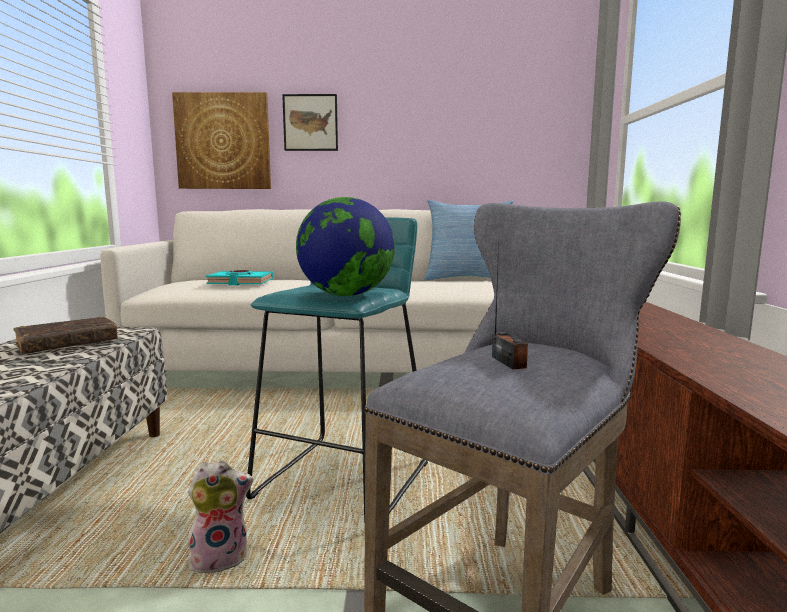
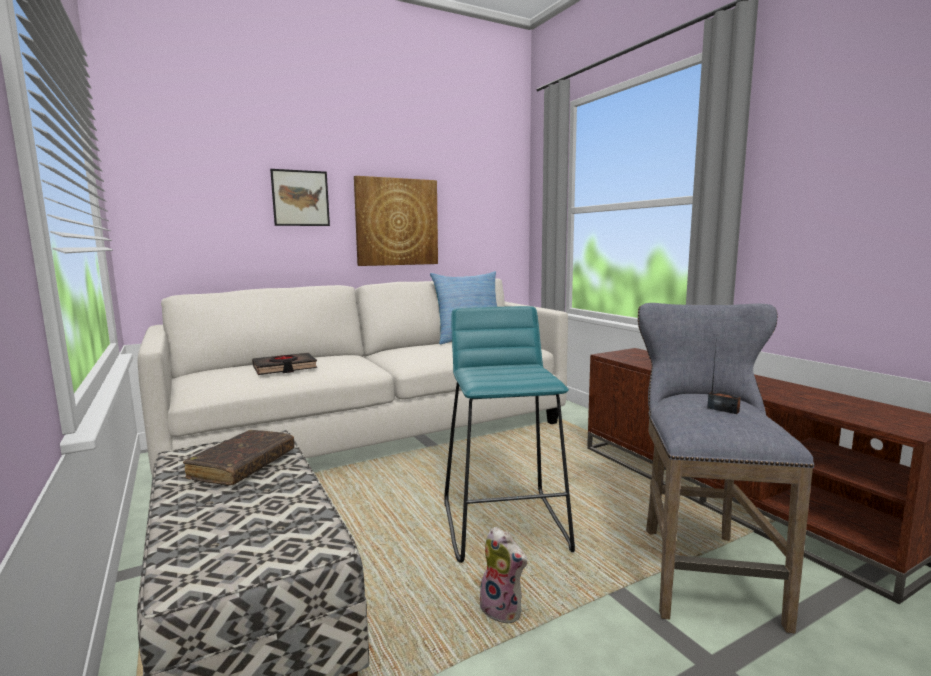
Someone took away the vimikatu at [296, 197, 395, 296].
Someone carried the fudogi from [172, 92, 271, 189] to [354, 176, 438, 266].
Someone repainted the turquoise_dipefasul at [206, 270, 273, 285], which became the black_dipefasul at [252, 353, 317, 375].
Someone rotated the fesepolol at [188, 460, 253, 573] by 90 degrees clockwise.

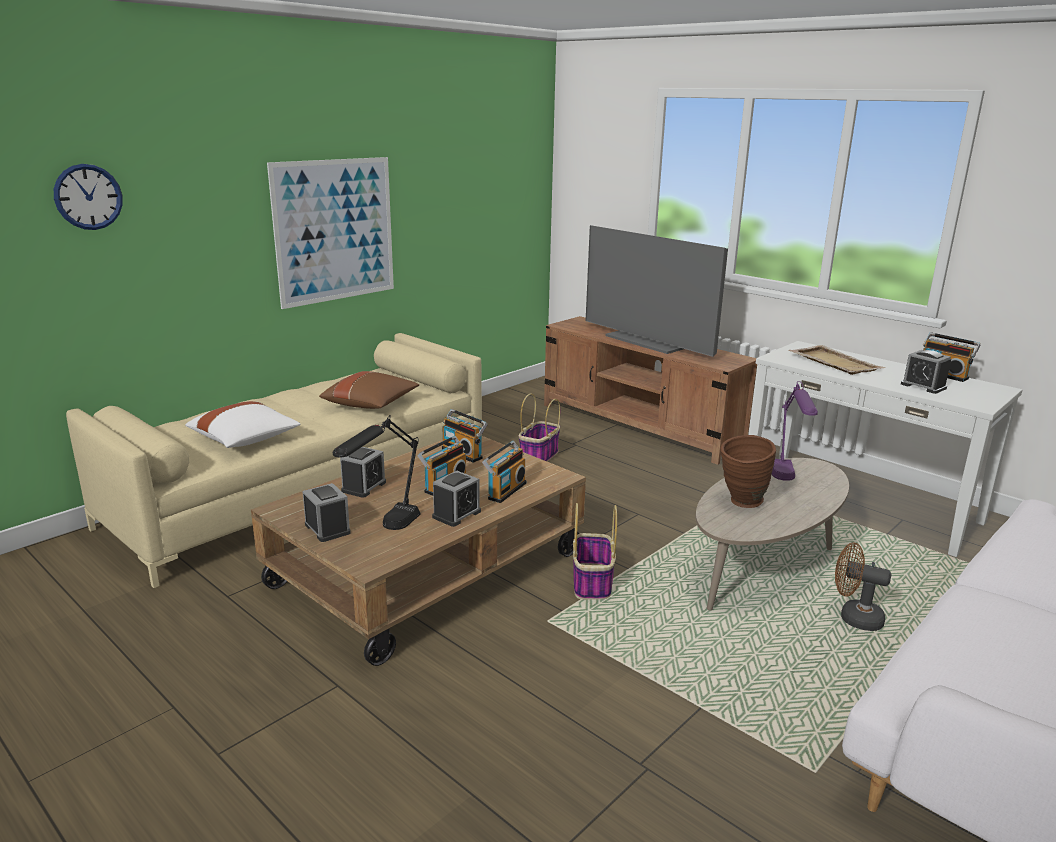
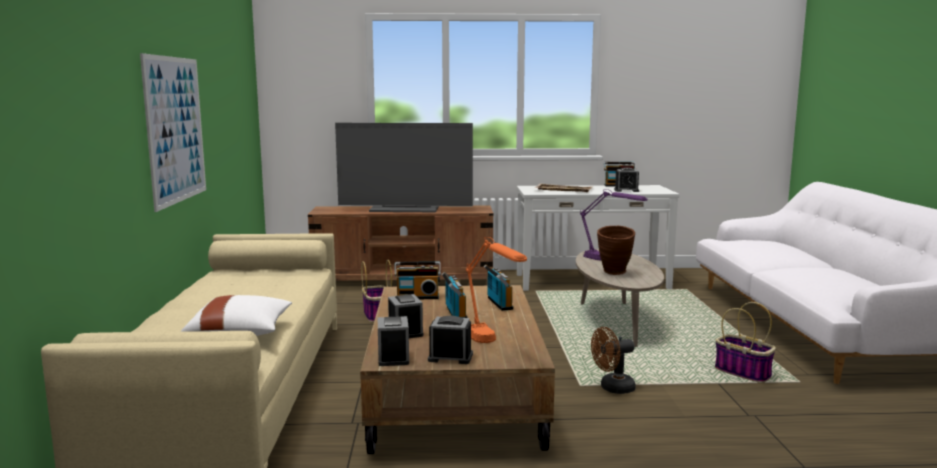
Someone took away the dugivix at [54, 164, 122, 230].
Someone took away the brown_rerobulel at [319, 371, 419, 409].
Someone carried the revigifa from [432, 471, 481, 527] to [378, 316, 409, 366].
Someone carried the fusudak from [573, 503, 617, 600] to [715, 302, 776, 383].
Someone carried the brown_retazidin from [835, 542, 891, 631] to [591, 327, 636, 394].
Someone repainted the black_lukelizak at [333, 415, 421, 530], which became the orange_lukelizak at [465, 237, 527, 343].

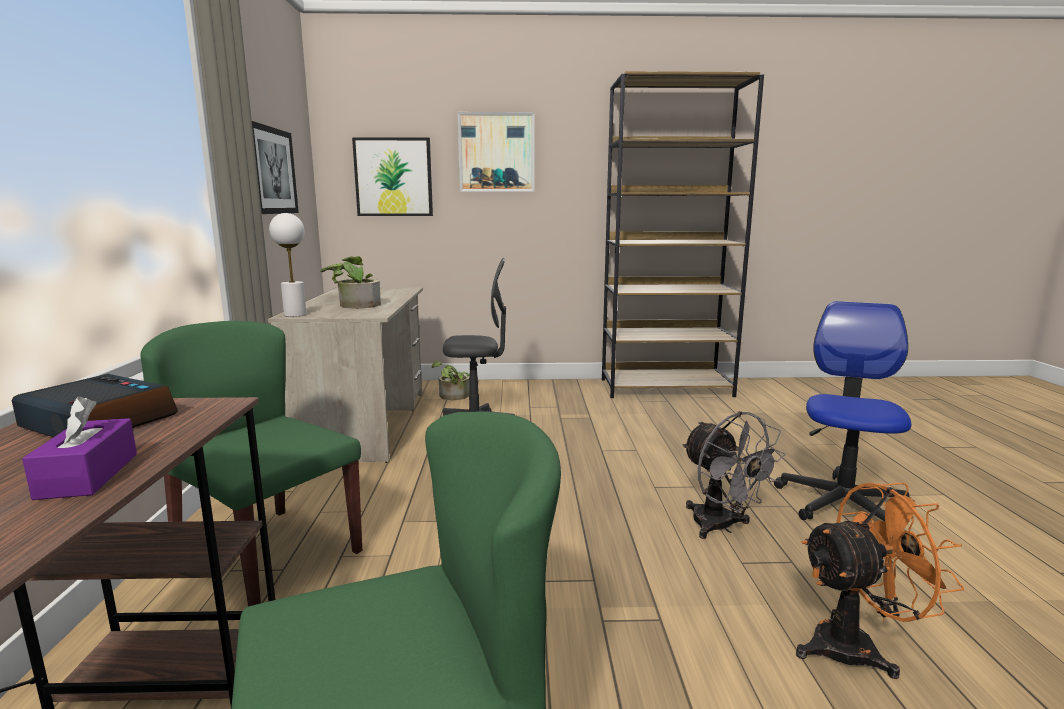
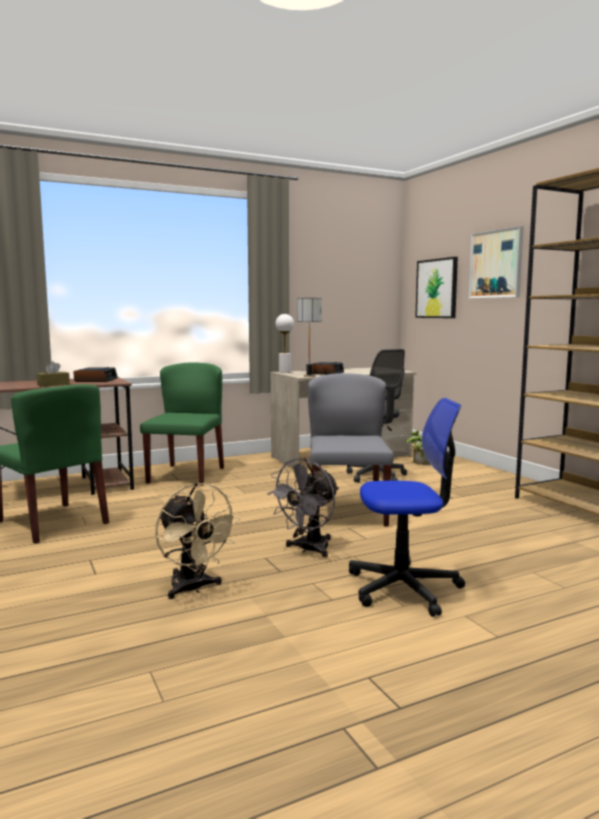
Someone took away the fudogi at [252, 121, 299, 214].
Someone put down the lukelizak at [297, 298, 322, 377].
Someone put down the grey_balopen at [308, 373, 394, 527].
Someone swapped the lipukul at [320, 256, 381, 309] for the revigifa at [312, 362, 344, 375].
Someone repainted the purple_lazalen at [22, 396, 137, 500], which became the brown_lazalen at [37, 361, 70, 387].
Someone repainted the orange_retazidin at [796, 483, 964, 679], which became the beige_retazidin at [155, 482, 241, 599].

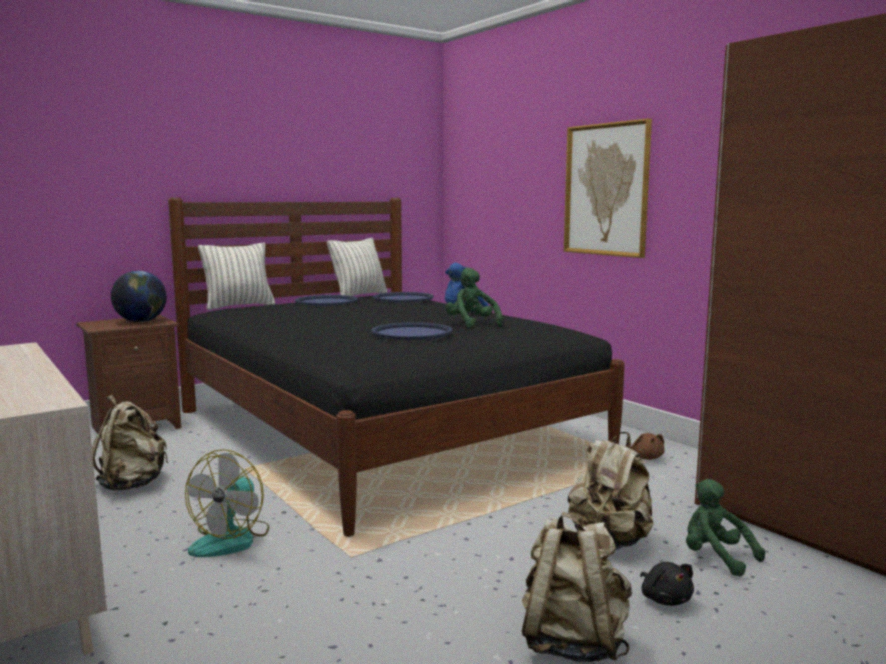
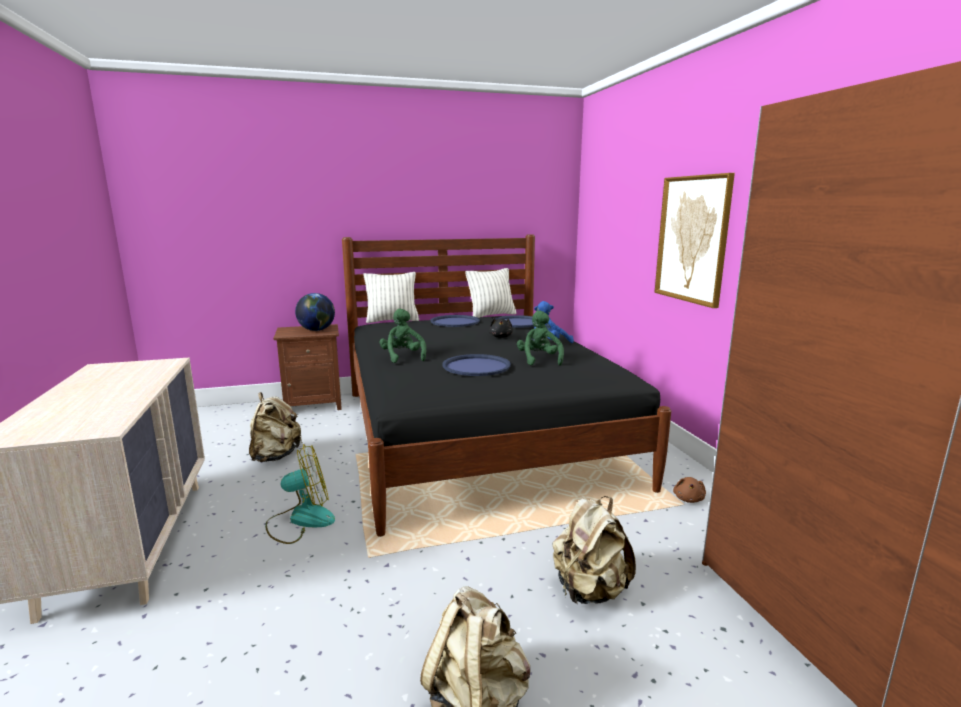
Someone carried the black_fesepolol from [640, 562, 694, 606] to [489, 318, 513, 338].
Someone carried the green_fesepolol from [686, 479, 765, 577] to [380, 309, 426, 363].
Someone rotated the retazidin at [185, 449, 269, 557] by 150 degrees counterclockwise.

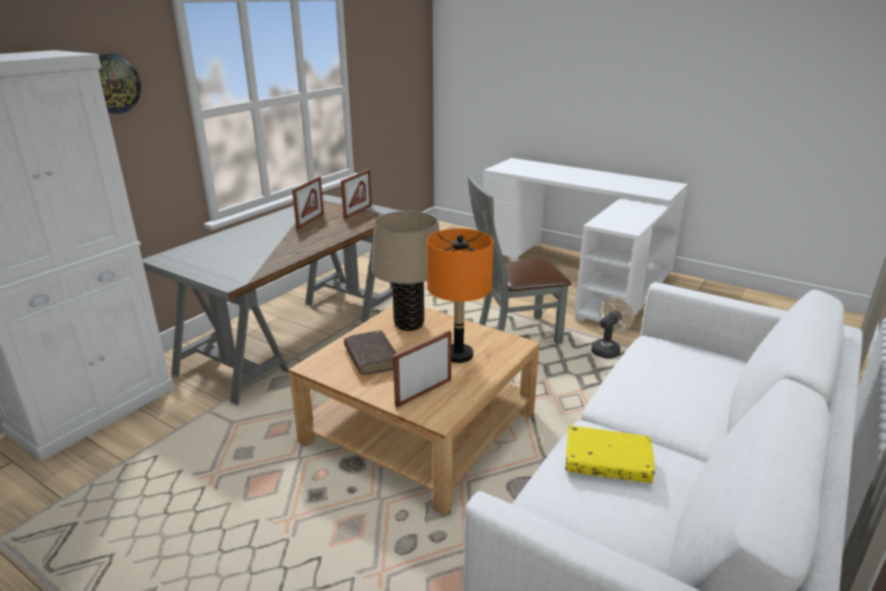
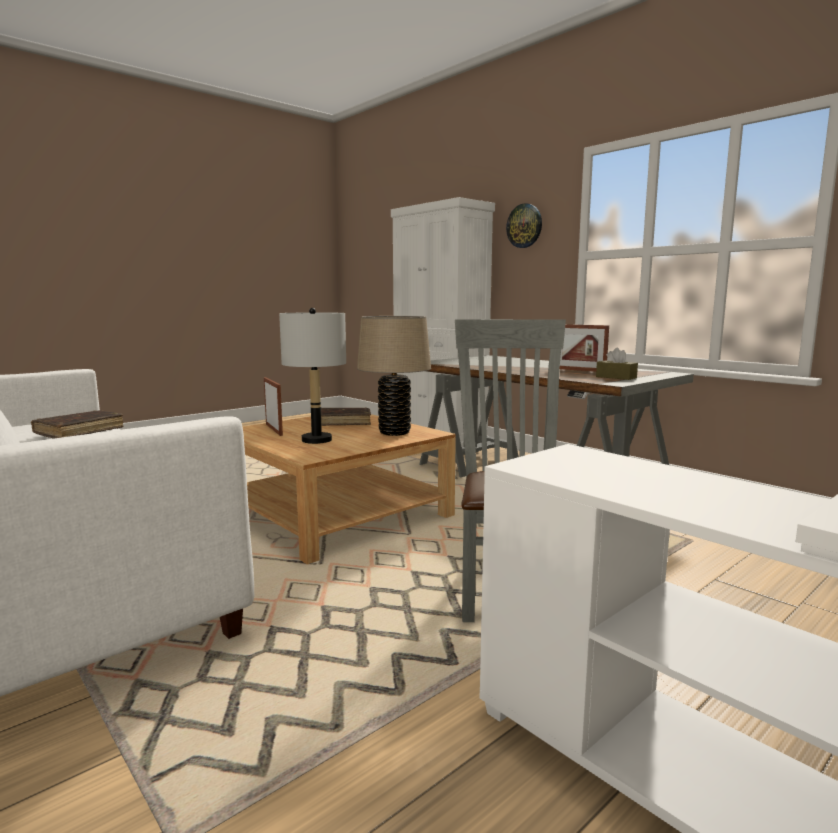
Someone took away the beige_retazidin at [591, 298, 634, 359].
Someone swapped the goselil at [341, 169, 372, 219] for the brown_lazalen at [596, 348, 638, 380].
Someone repainted the orange_lukelizak at [427, 229, 494, 363], which became the grey_lukelizak at [279, 308, 346, 444].
Someone repainted the yellow_dipefasul at [565, 426, 655, 483], which became the brown_dipefasul at [31, 410, 123, 439].

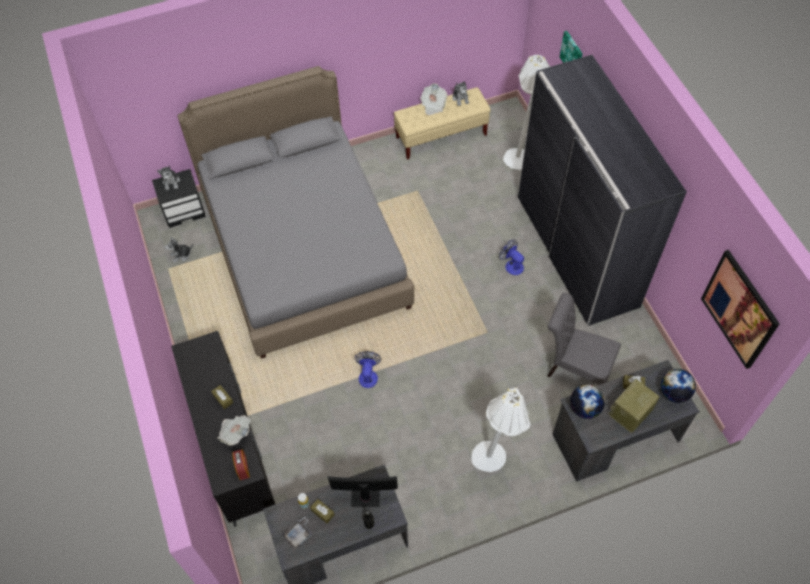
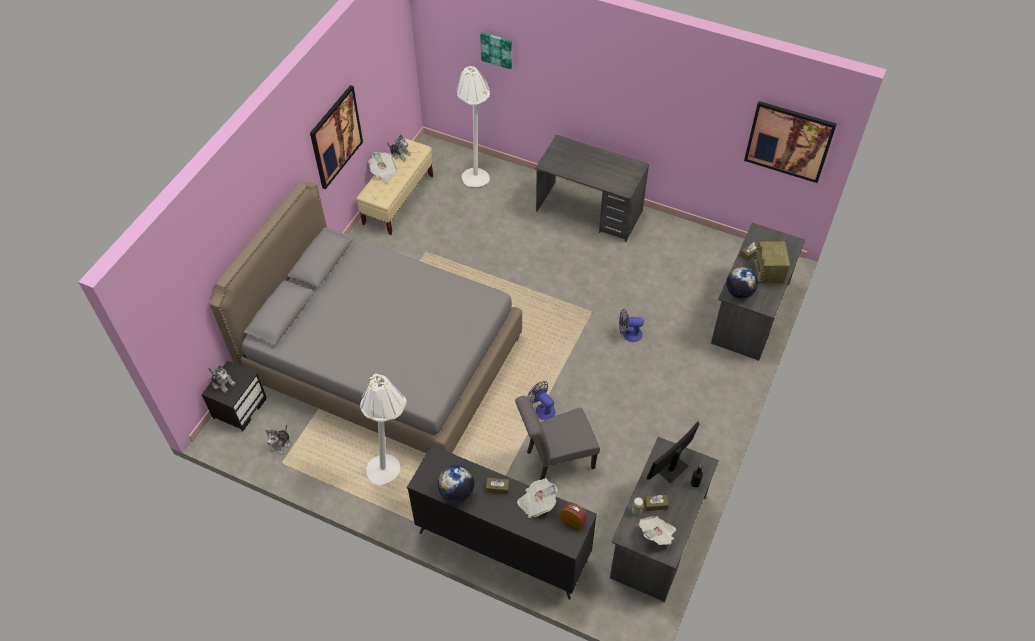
Someone put up the fudogi at [310, 85, 363, 189].
Someone carried the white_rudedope from [471, 387, 530, 472] to [360, 373, 407, 485].
Someone carried the retazidin from [499, 240, 524, 275] to [619, 309, 644, 342].
Someone carried the grey_balopen from [547, 293, 621, 385] to [515, 396, 600, 480].
Someone carried the vimikatu from [661, 369, 696, 403] to [438, 465, 475, 502].
Someone swapped the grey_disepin at [281, 516, 312, 550] for the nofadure at [639, 516, 676, 545].
Someone swapped the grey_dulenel at [518, 55, 687, 326] for the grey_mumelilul at [535, 135, 649, 242].

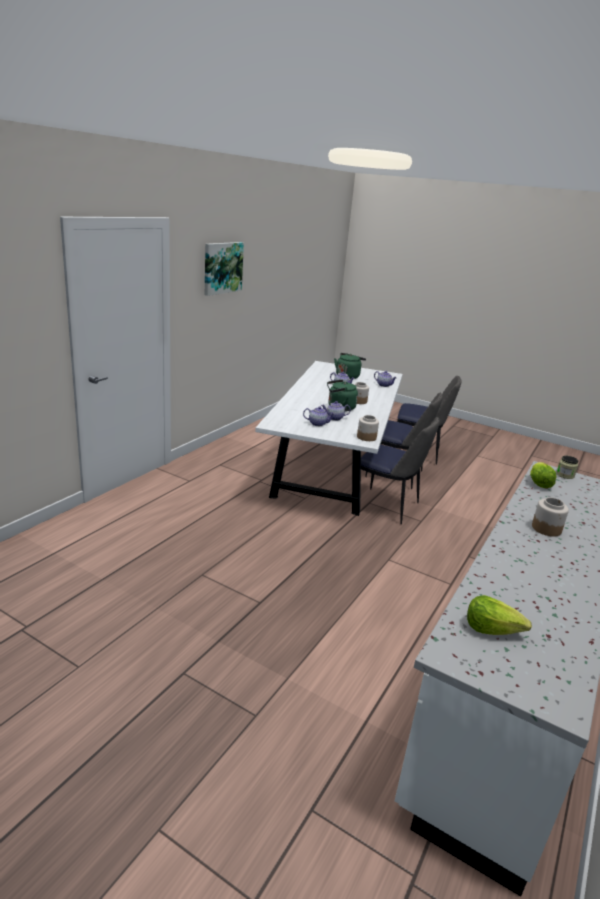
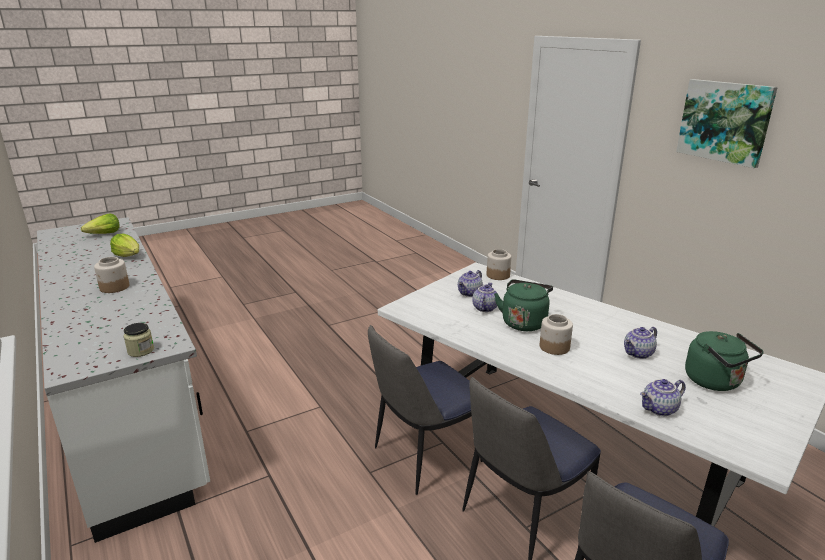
Someone carried the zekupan from [357, 415, 379, 441] to [487, 249, 511, 280].
Someone carried the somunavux from [530, 462, 557, 488] to [110, 234, 139, 257].

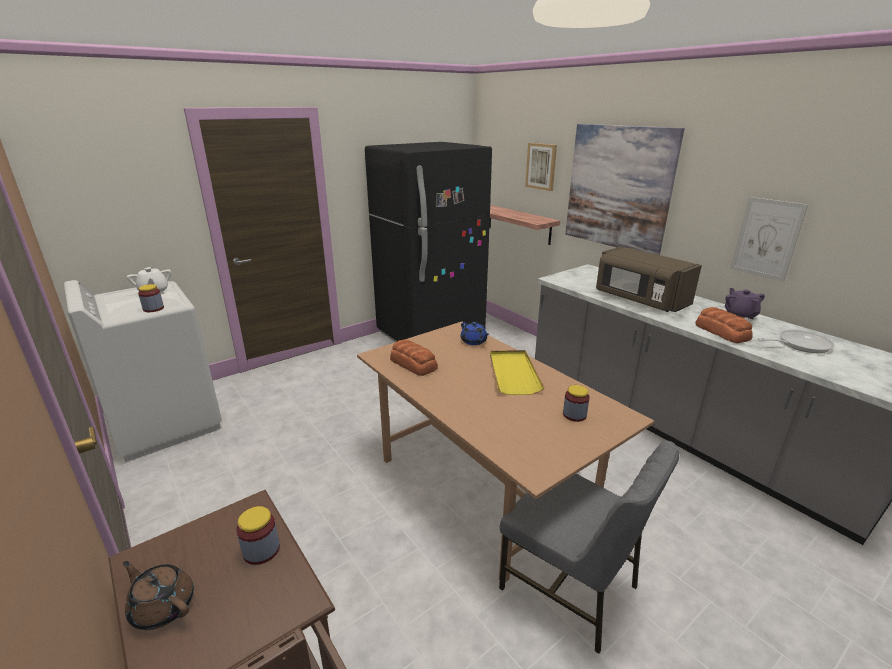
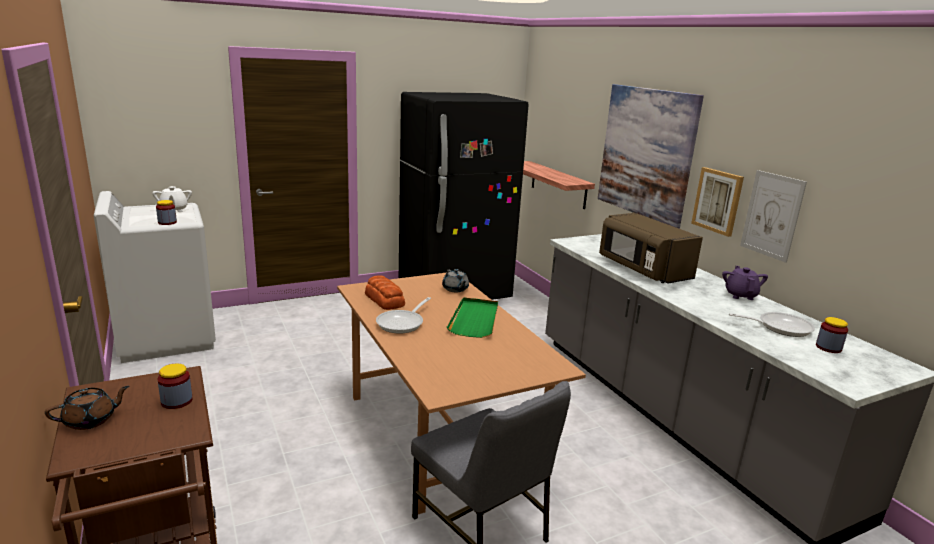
Someone took away the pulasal at [695, 307, 753, 343].
Someone put down the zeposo at [376, 297, 431, 334].
Someone carried the fudogi from [525, 143, 557, 191] to [691, 167, 744, 237].
Someone carried the zekupan from [563, 385, 590, 422] to [816, 317, 848, 353].
Someone repainted the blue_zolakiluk at [461, 322, 489, 345], which became the grey_zolakiluk at [442, 269, 469, 292].
Someone repainted the yellow_disepin at [490, 350, 544, 395], which became the green_disepin at [447, 297, 498, 338].
Someone rotated the brown_zolakiluk at [123, 561, 194, 630] by 105 degrees clockwise.

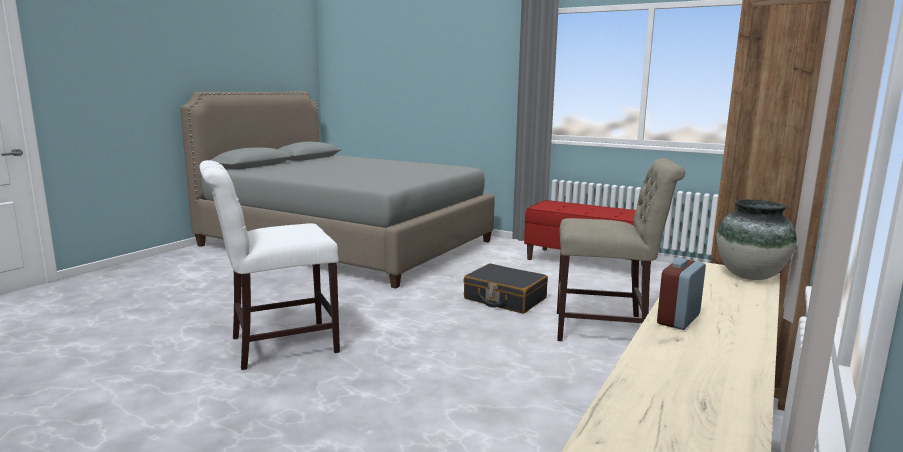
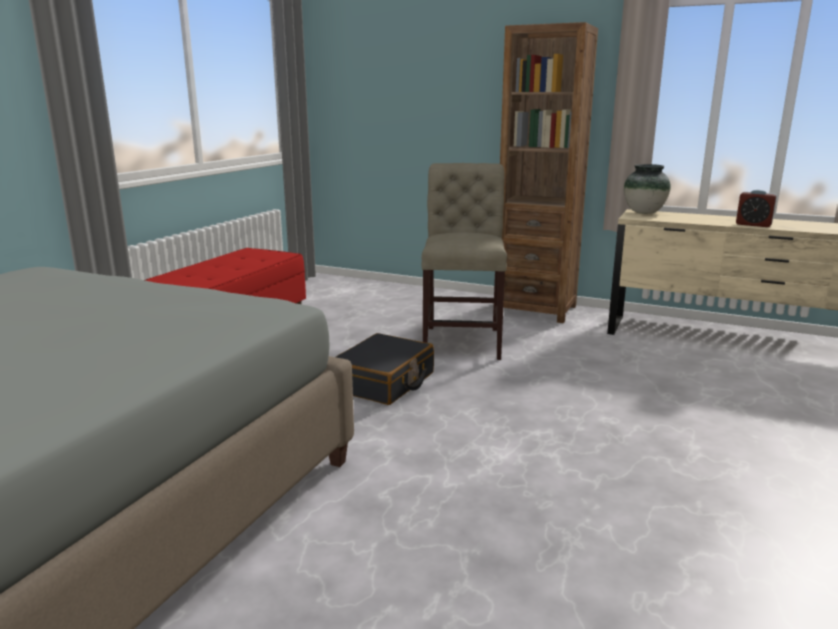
Someone took away the white_balopen at [199, 160, 340, 370].

